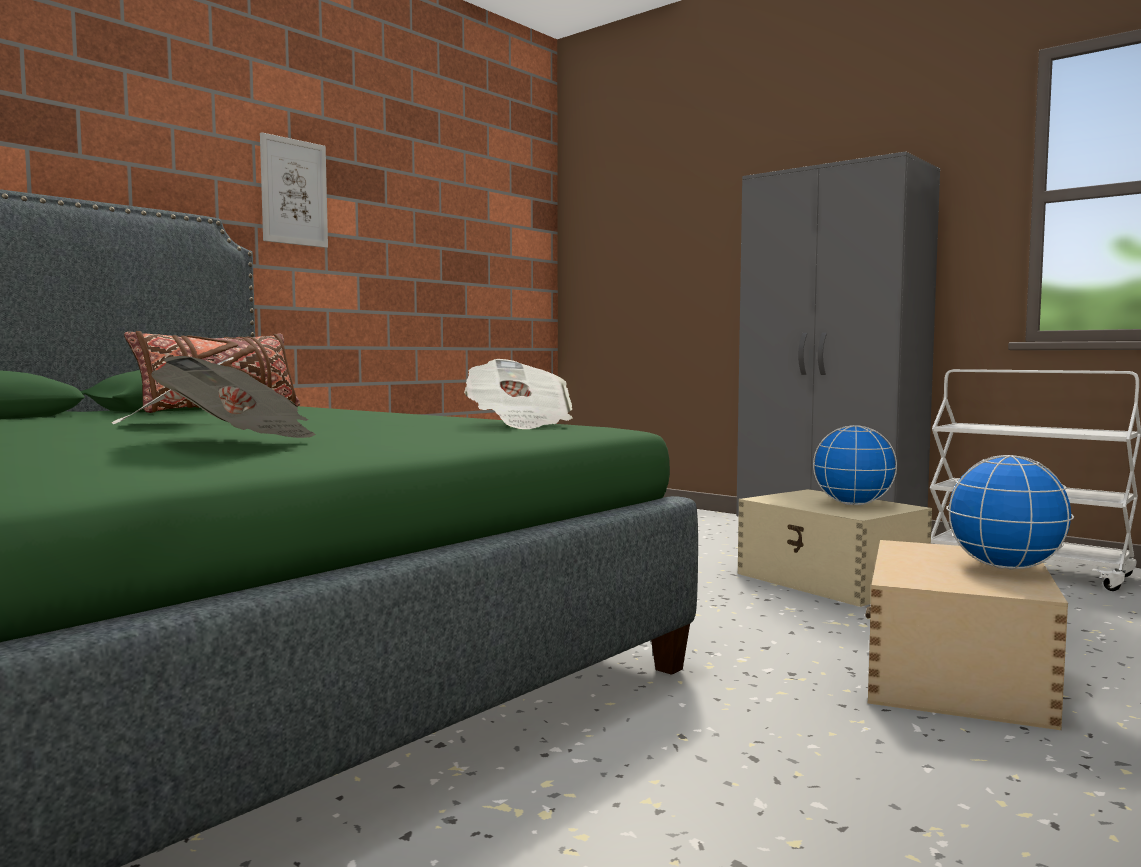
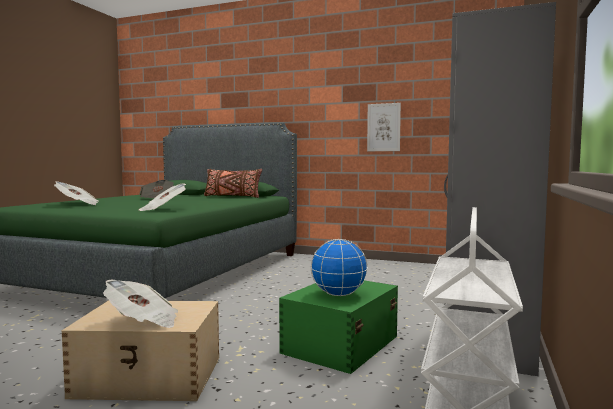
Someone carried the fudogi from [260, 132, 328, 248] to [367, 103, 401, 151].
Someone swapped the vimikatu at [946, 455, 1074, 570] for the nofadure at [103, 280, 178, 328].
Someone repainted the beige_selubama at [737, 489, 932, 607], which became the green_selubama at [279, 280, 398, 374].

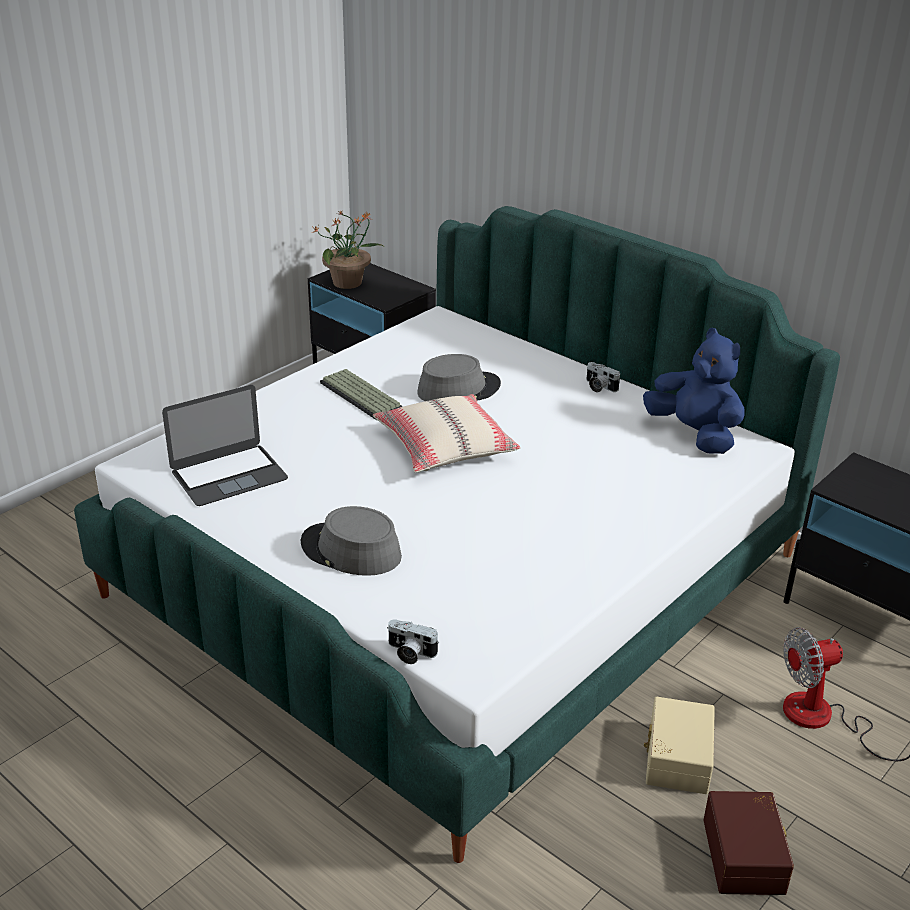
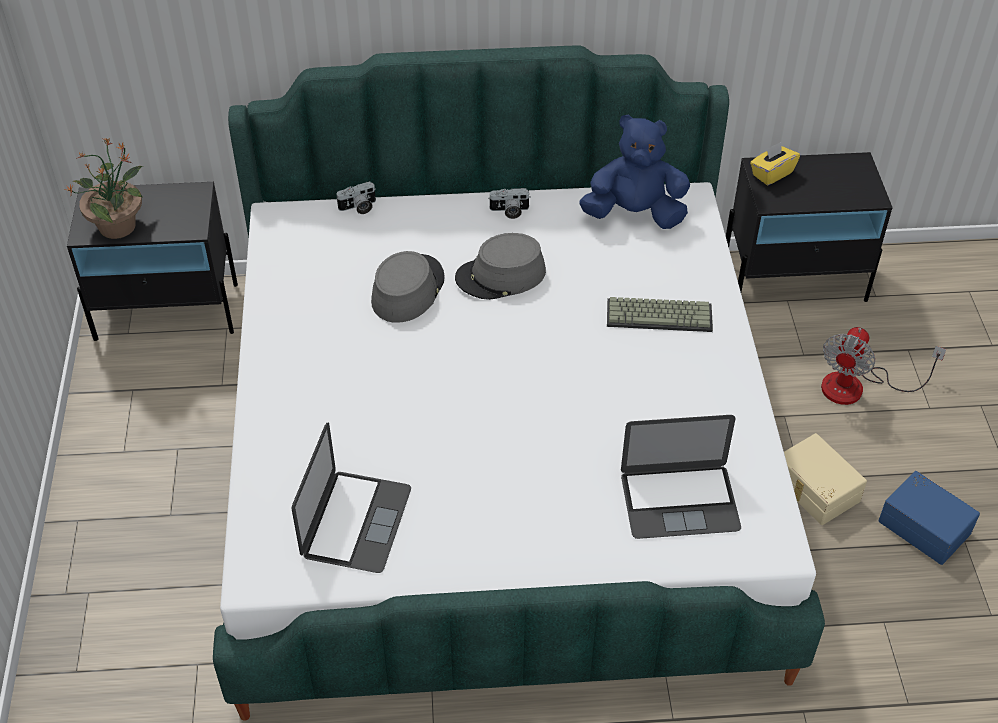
Someone took away the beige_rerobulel at [373, 394, 521, 473].
Someone put down the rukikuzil at [621, 415, 741, 539].
Someone put down the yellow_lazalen at [750, 142, 800, 185].
Someone carried the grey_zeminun from [301, 506, 402, 576] to [455, 233, 546, 300].
Someone carried the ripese from [320, 369, 403, 420] to [607, 297, 713, 332].
Someone carried the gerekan from [387, 619, 439, 664] to [336, 181, 376, 214].
Someone repainted the brown_selubama at [704, 791, 794, 895], which became the blue_selubama at [878, 471, 980, 565].

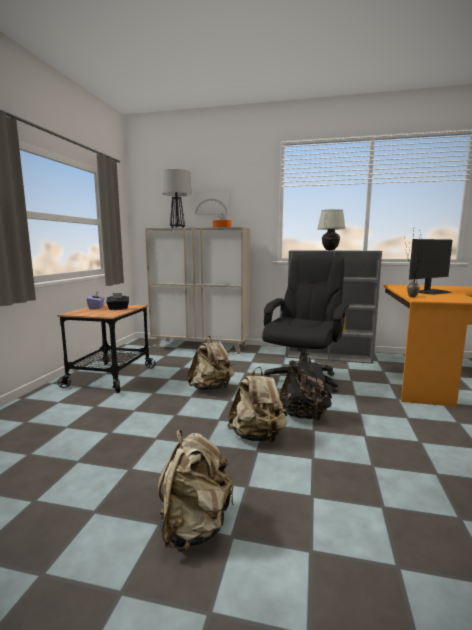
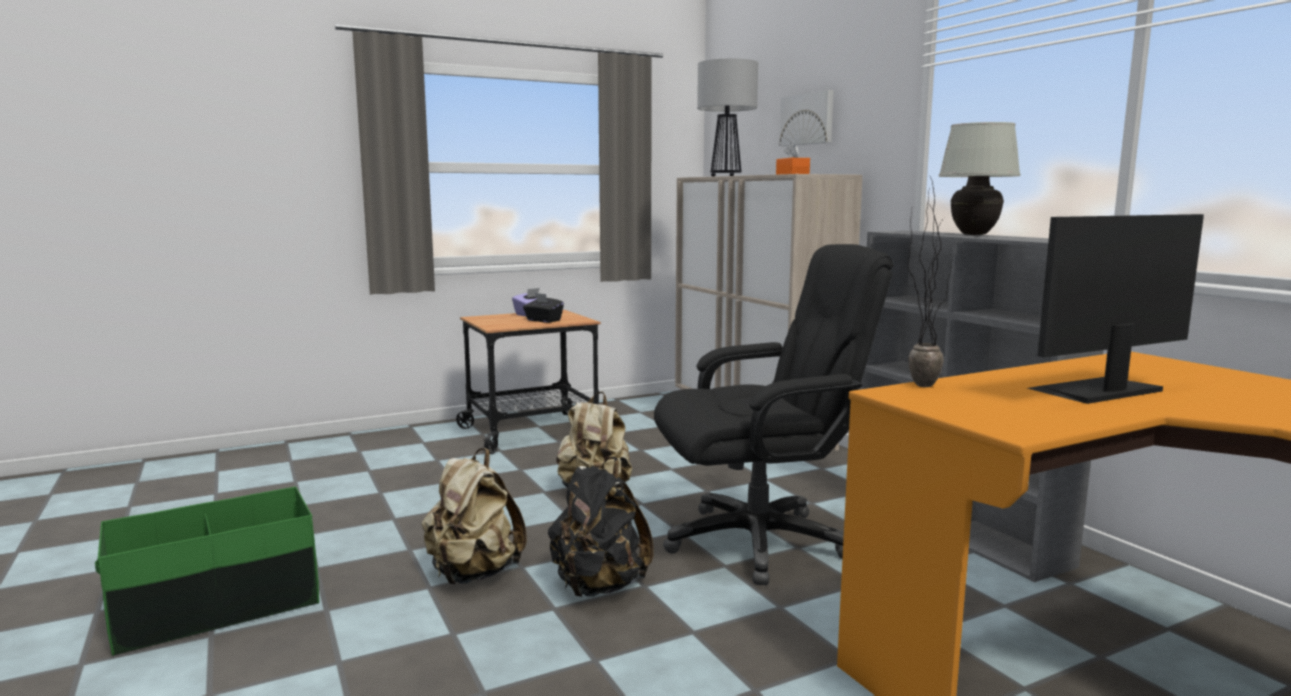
Someone swapped the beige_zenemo at [158, 430, 234, 552] for the green_selubama at [95, 487, 319, 656].
Someone rotated the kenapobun at [409, 239, 453, 295] by 135 degrees clockwise.

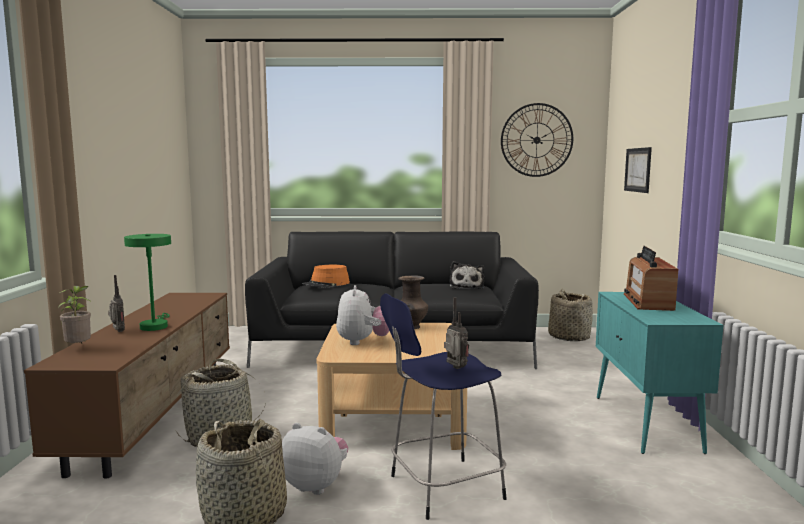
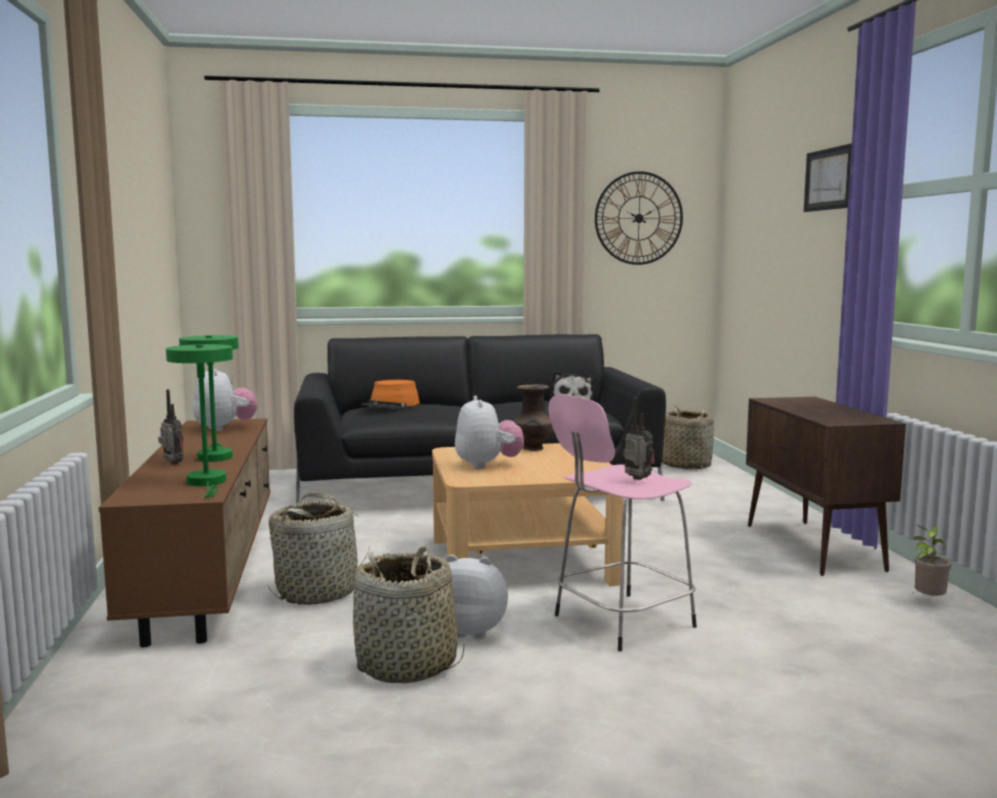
Someone took away the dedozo at [624, 246, 678, 311].
Someone put down the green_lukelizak at [166, 344, 233, 498].
Someone put down the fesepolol at [193, 369, 257, 432].
Someone carried the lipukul from [58, 286, 91, 343] to [912, 525, 951, 596].
Someone carried the fudogi from [624, 147, 652, 193] to [804, 143, 852, 212].
Someone repainted the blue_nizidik at [380, 294, 507, 520], which became the pink_nizidik at [548, 394, 697, 652].
Someone repainted the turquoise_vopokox at [596, 292, 723, 454], which became the brown_vopokox at [746, 397, 906, 576].

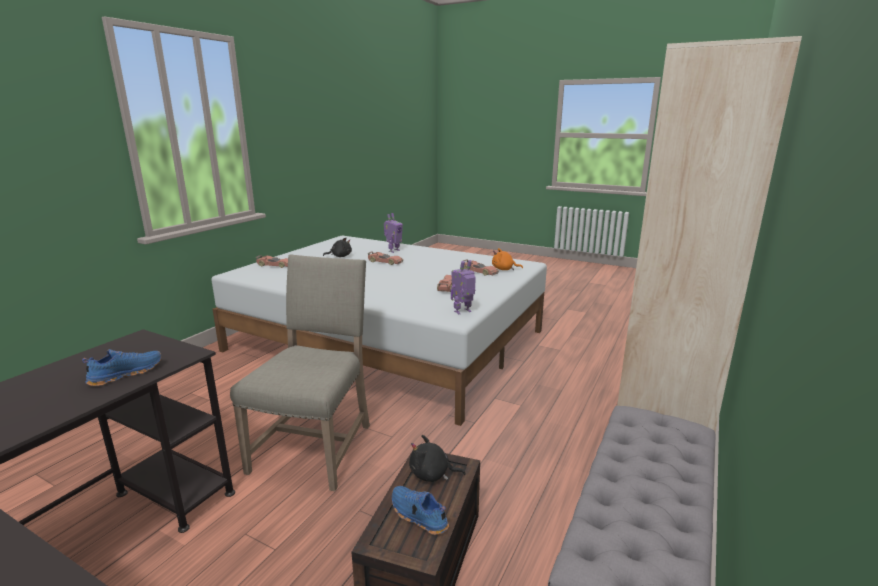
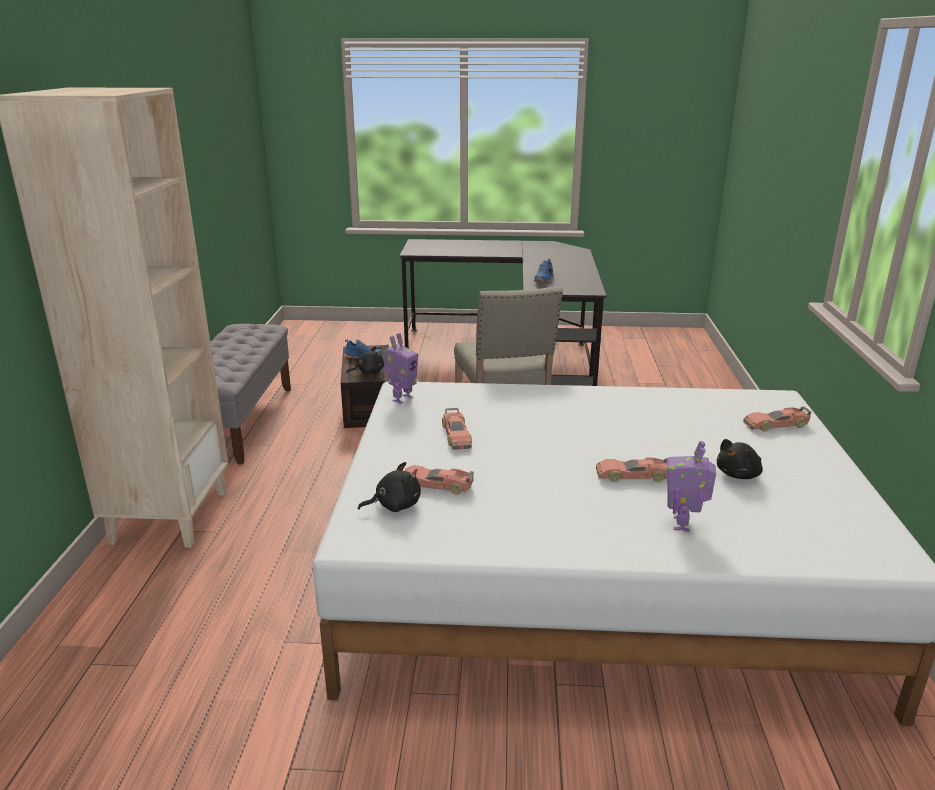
Someone repainted the orange_fesepolol at [492, 248, 523, 270], which became the black_fesepolol at [358, 462, 421, 512].

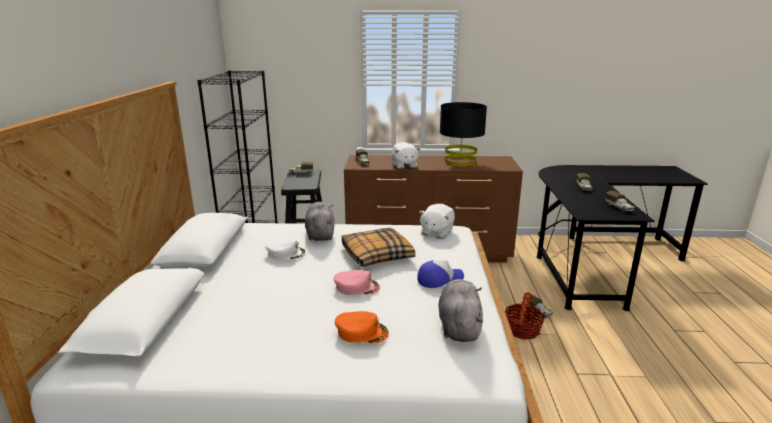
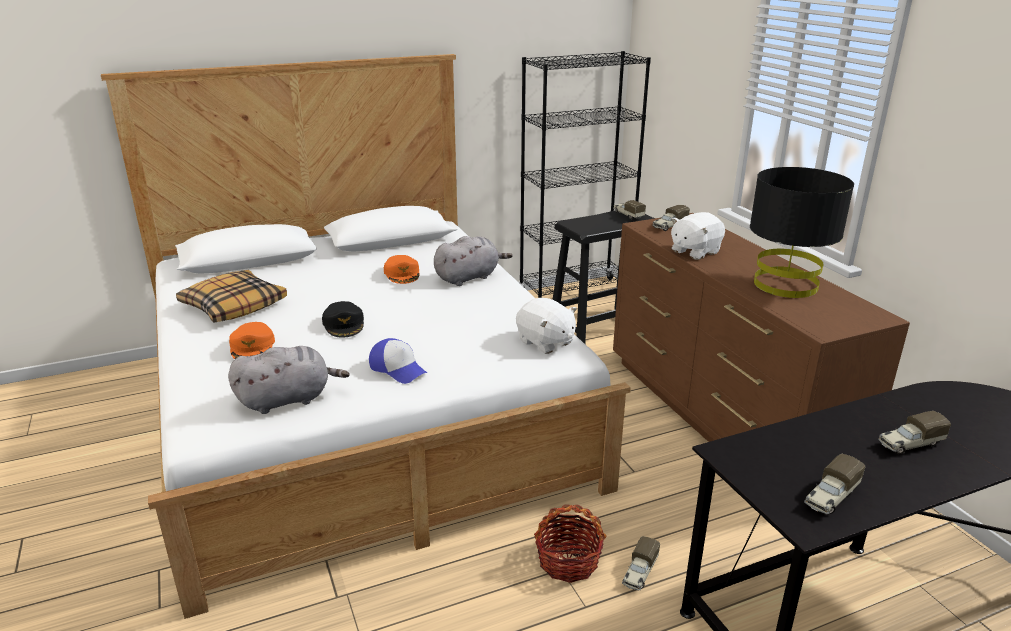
Someone carried the rerobulel from [342, 227, 415, 267] to [176, 270, 287, 323].
Someone repainted the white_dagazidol at [265, 239, 306, 259], which became the orange_dagazidol at [384, 255, 419, 284].
Someone repainted the pink_dagazidol at [333, 270, 380, 295], which became the black_dagazidol at [322, 301, 364, 338].
Someone rotated the white_fesepolol at [419, 204, 455, 238] by 135 degrees counterclockwise.

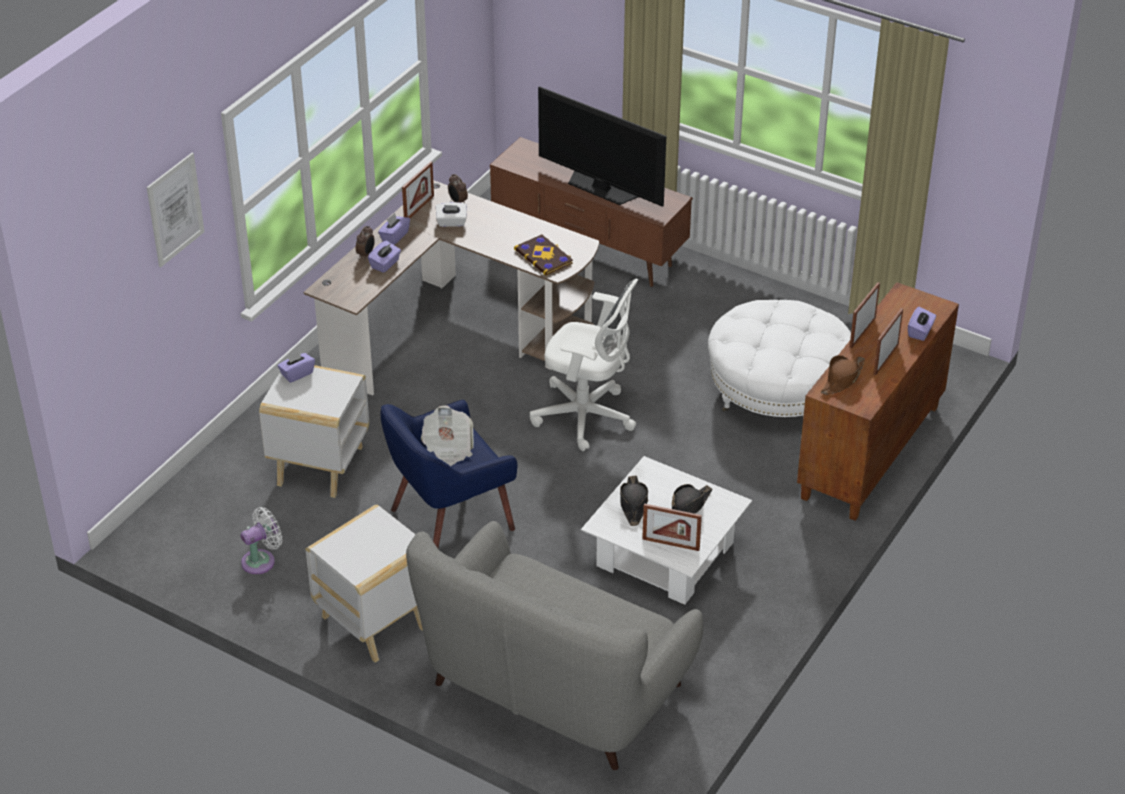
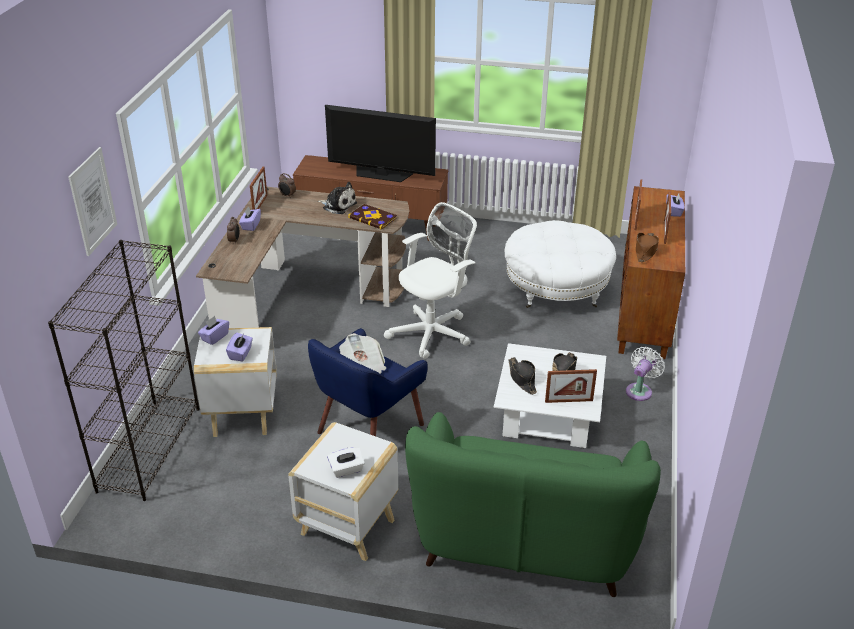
Someone put down the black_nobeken at [48, 240, 199, 501].
Someone put down the fesepolol at [318, 182, 357, 214].
Someone carried the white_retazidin from [240, 507, 282, 574] to [626, 347, 665, 401].
Someone carried the purple_lazalen from [368, 240, 401, 273] to [226, 333, 253, 362].
Someone carried the white_lazalen from [436, 202, 467, 227] to [327, 447, 365, 478].
Someone repainted the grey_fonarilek at [406, 521, 703, 770], which became the green_fonarilek at [405, 412, 661, 597].
Someone rotated the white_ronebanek at [530, 279, 638, 451] by 45 degrees counterclockwise.

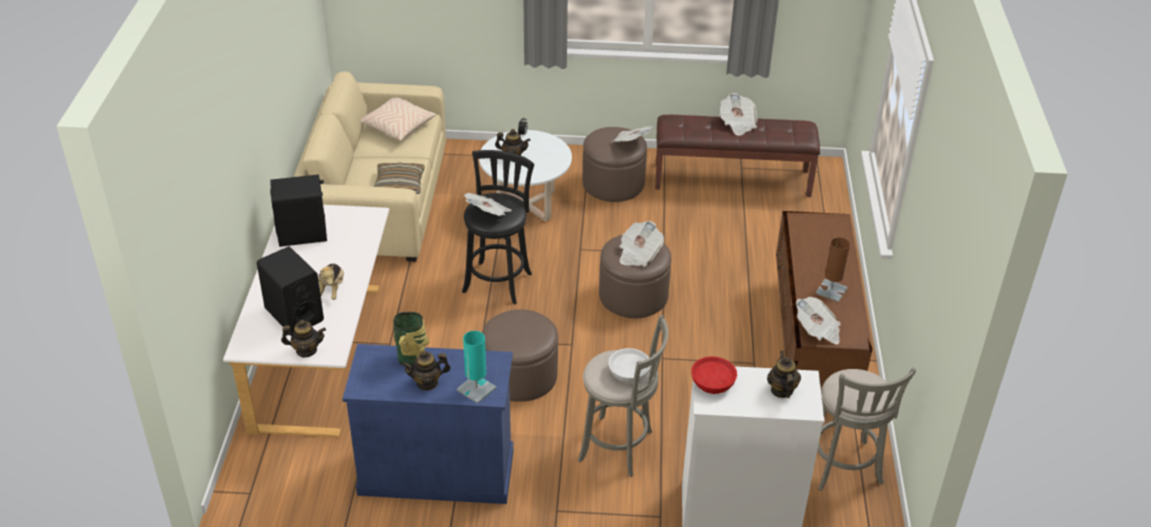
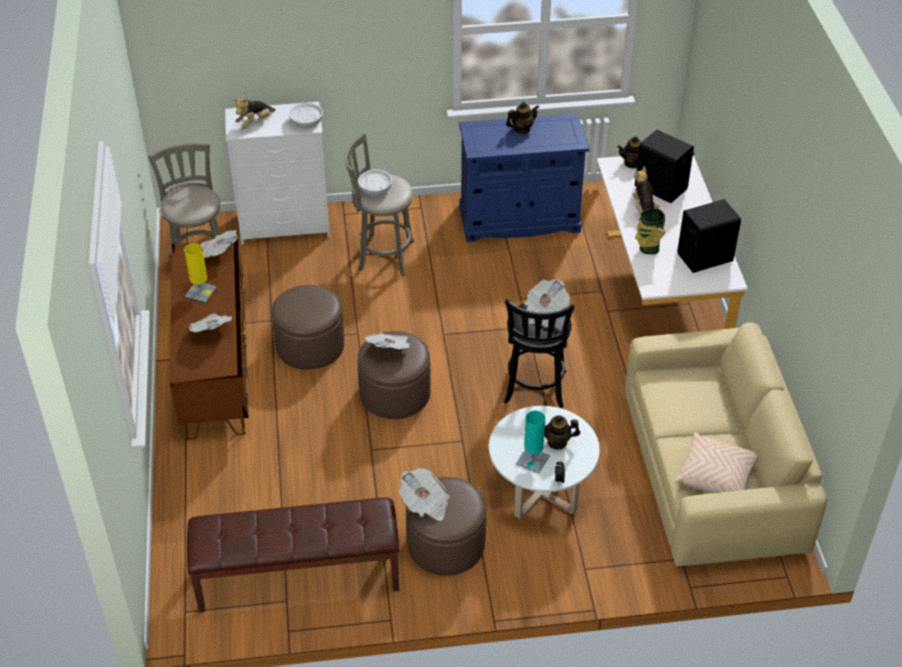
Someone took away the rerobulel at [374, 163, 425, 194].
Someone carried the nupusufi from [393, 312, 430, 365] to [635, 209, 665, 254].
Someone carried the turquoise_lukelizak from [457, 331, 496, 403] to [516, 411, 550, 474].
Someone carried the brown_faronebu from [482, 309, 558, 402] to [271, 285, 344, 370].
Someone carried the nofadure from [720, 93, 757, 136] to [189, 314, 232, 332].
Someone swapped the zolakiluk at [767, 351, 801, 398] for the fesepolol at [233, 98, 275, 129].
Someone repainted the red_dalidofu at [691, 356, 737, 394], which became the white_dalidofu at [289, 103, 323, 129].
Someone repainted the brown_lukelizak at [815, 237, 850, 302], which became the yellow_lukelizak at [184, 243, 216, 303].

